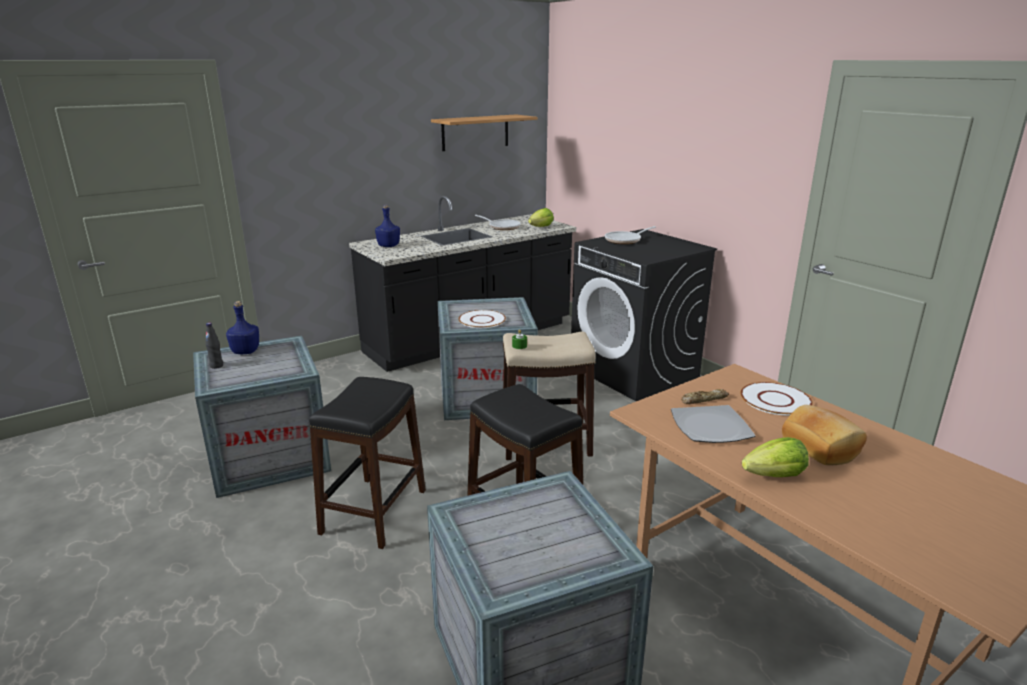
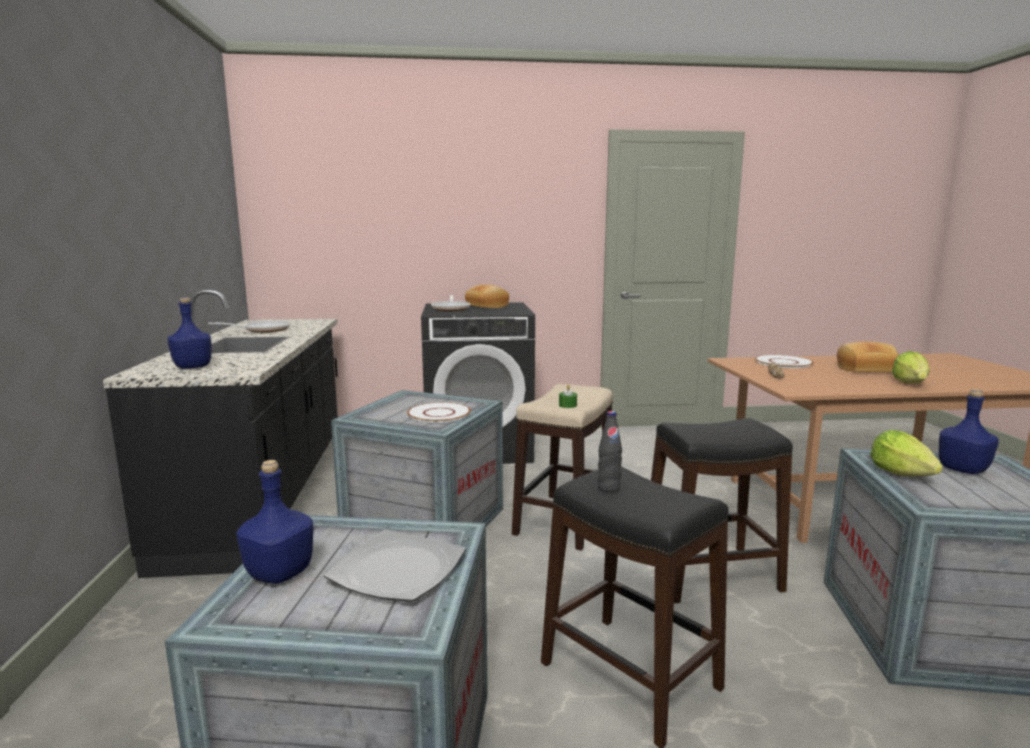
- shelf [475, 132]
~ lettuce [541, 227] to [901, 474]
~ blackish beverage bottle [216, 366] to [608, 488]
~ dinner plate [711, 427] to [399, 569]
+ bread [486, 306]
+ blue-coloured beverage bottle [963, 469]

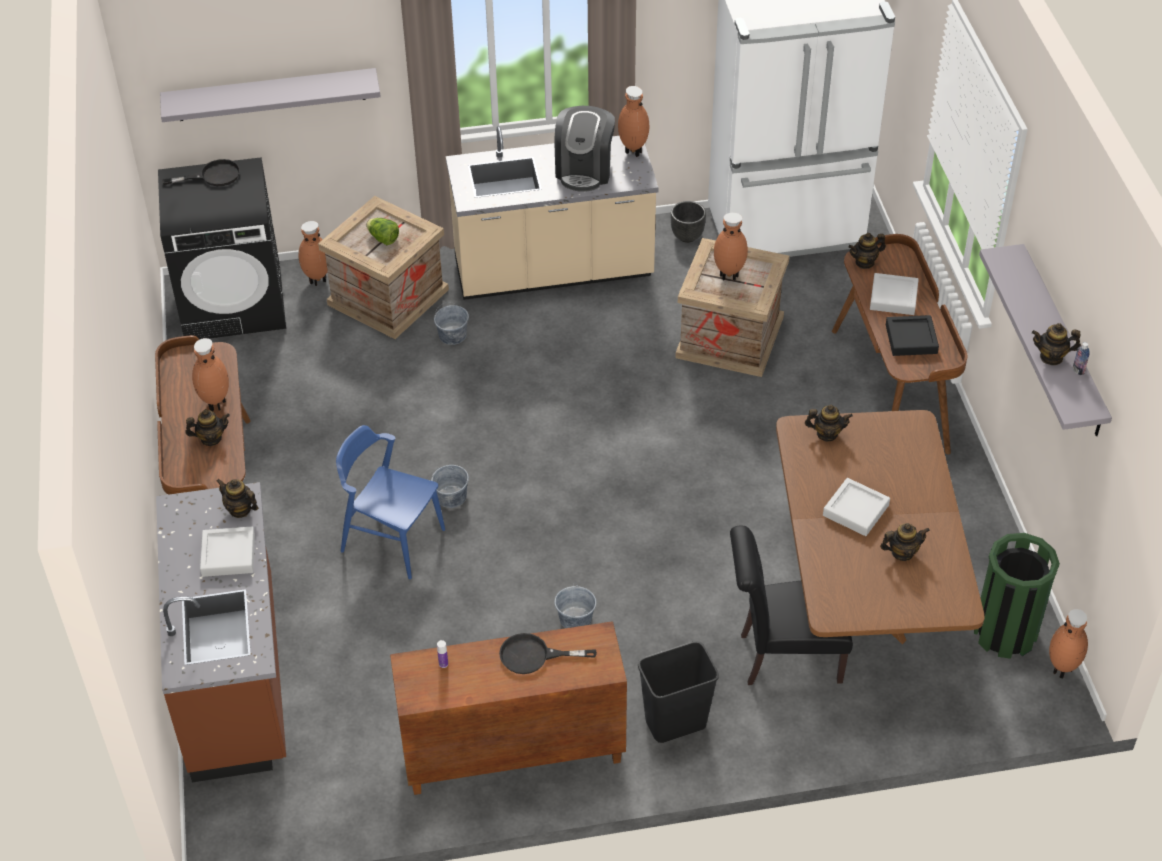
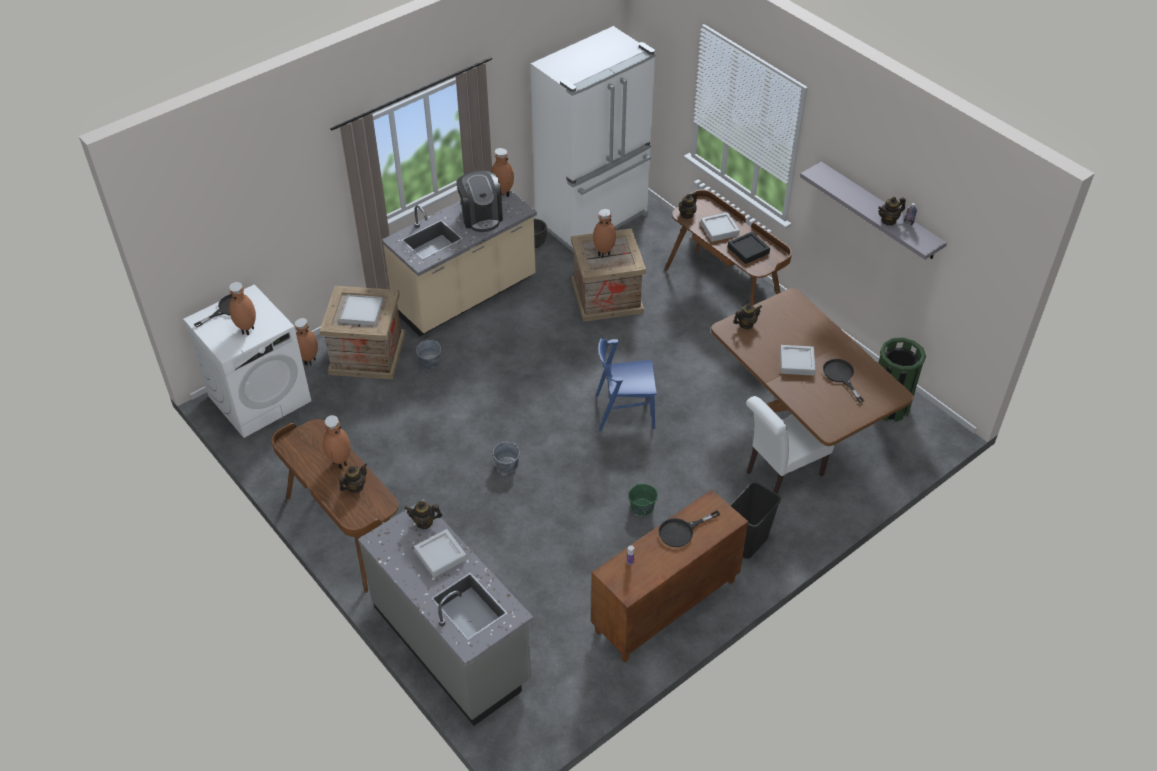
- gray shelf [271, 94]
~ blackish laundry machine [234, 302] to white laundry machine [260, 398]
~ lettuce [383, 239] to white carrying tray [362, 312]
~ blue-coloured chair [392, 540] to [624, 411]
~ brownish kitchen counter [237, 678] to gray kitchen counter [452, 644]
~ tea pot [902, 552] to blackish skillet [841, 376]
~ blackish chair [783, 657] to white chair [780, 475]
~ gray bucket [575, 619] to green bucket [642, 507]
~ brownish vase [1062, 670] to [248, 330]

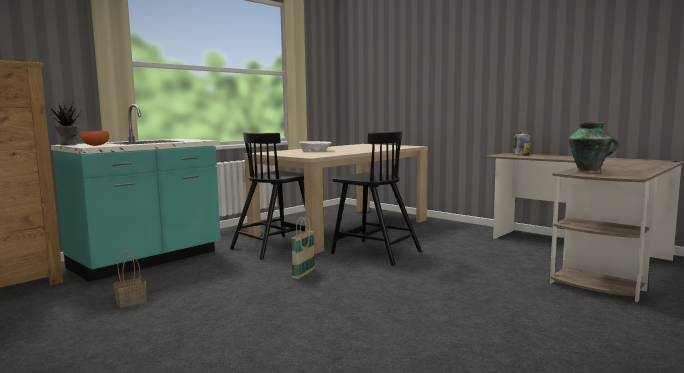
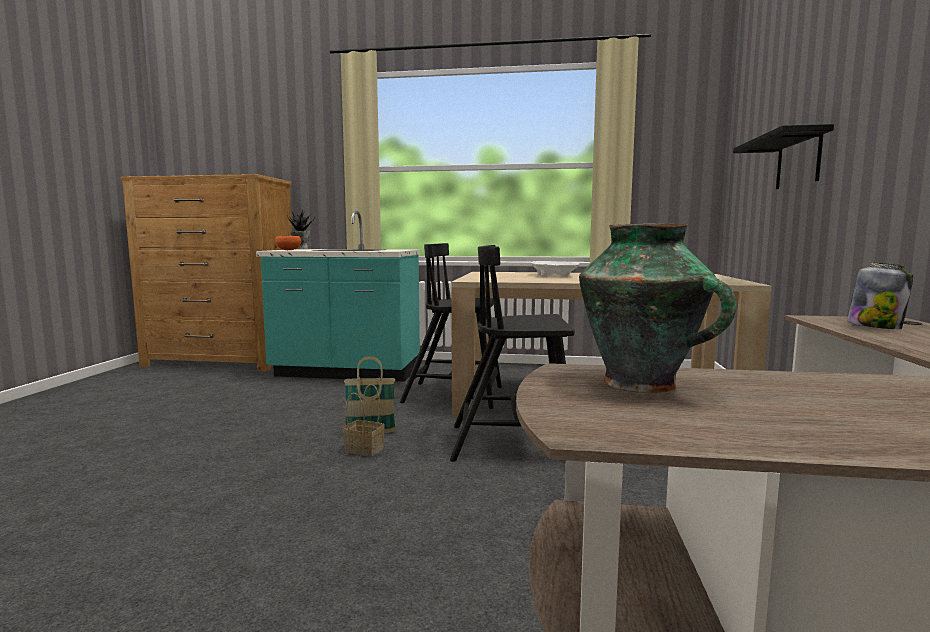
~ blackish chair [374, 252] = [514, 443] 90 degrees clockwise
~ storage basket [132, 301] to [365, 449]
+ blackish shelf [798, 161]

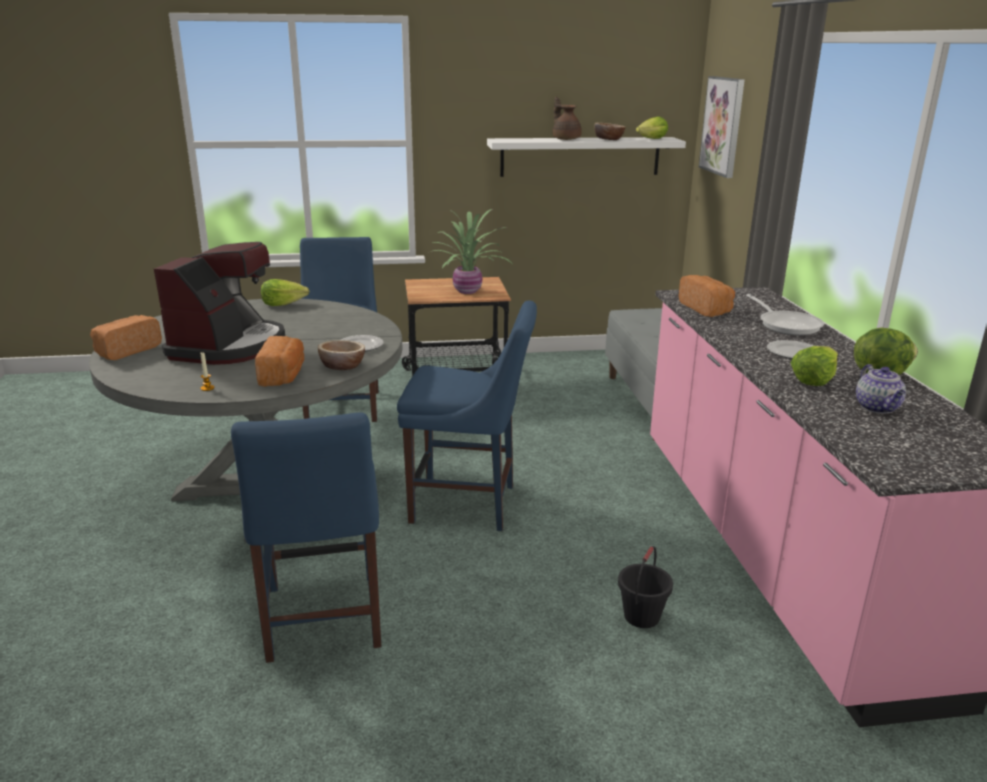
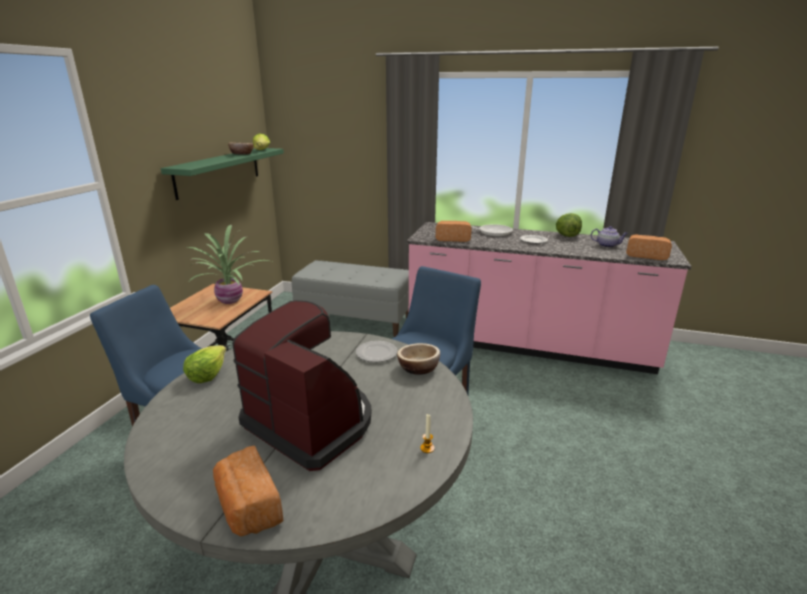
- wall art [723, 126]
- brownish tea pot [565, 139]
~ white shelf [580, 156] to green shelf [219, 171]
~ bread [283, 376] to [646, 255]
- lettuce [813, 379]
- blue-coloured chair [322, 621]
- blackish bucket [642, 616]

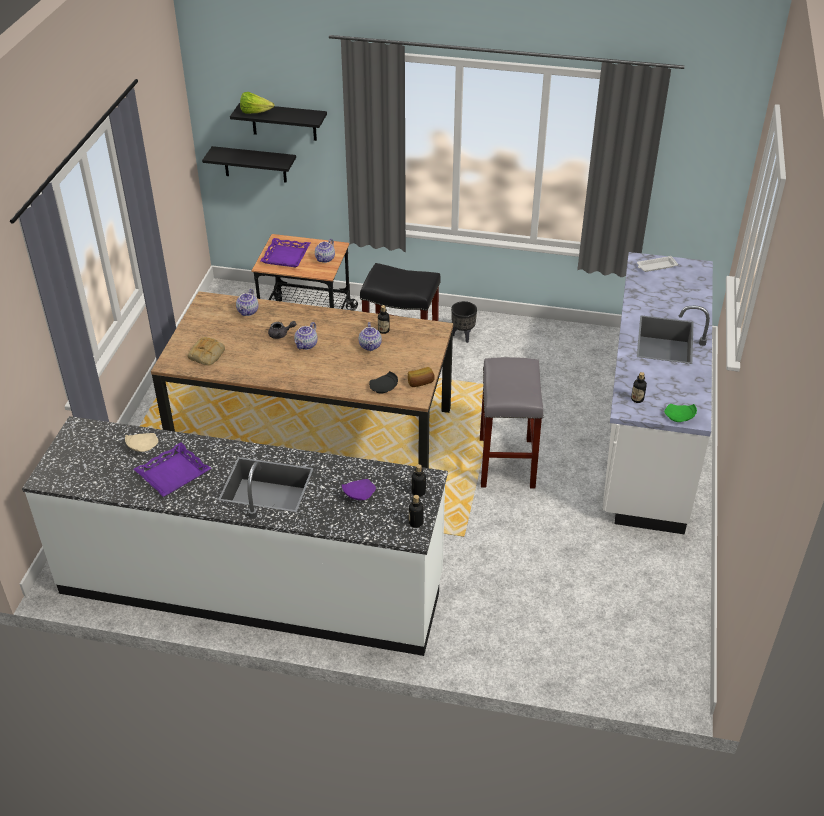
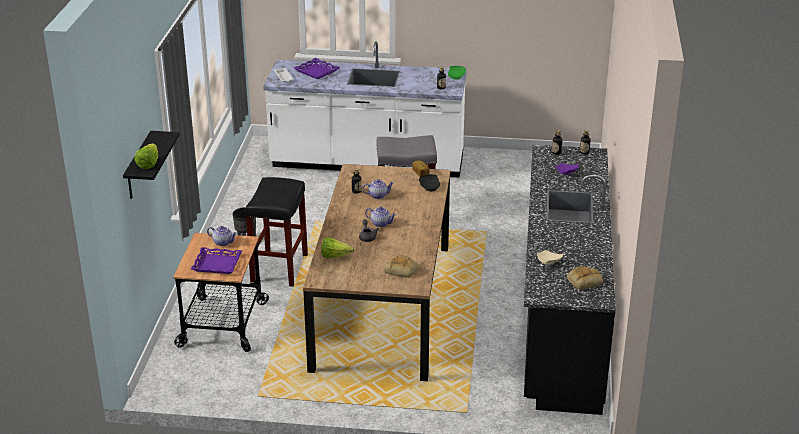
- blackish shelf [255, 164]
~ tea pot [248, 311] to lettuce [335, 256]
~ white kitchen counter [252, 585] to blackish kitchen counter [561, 318]
~ purple-coloured carrying tray [173, 473] to [316, 71]
+ bread [584, 281]

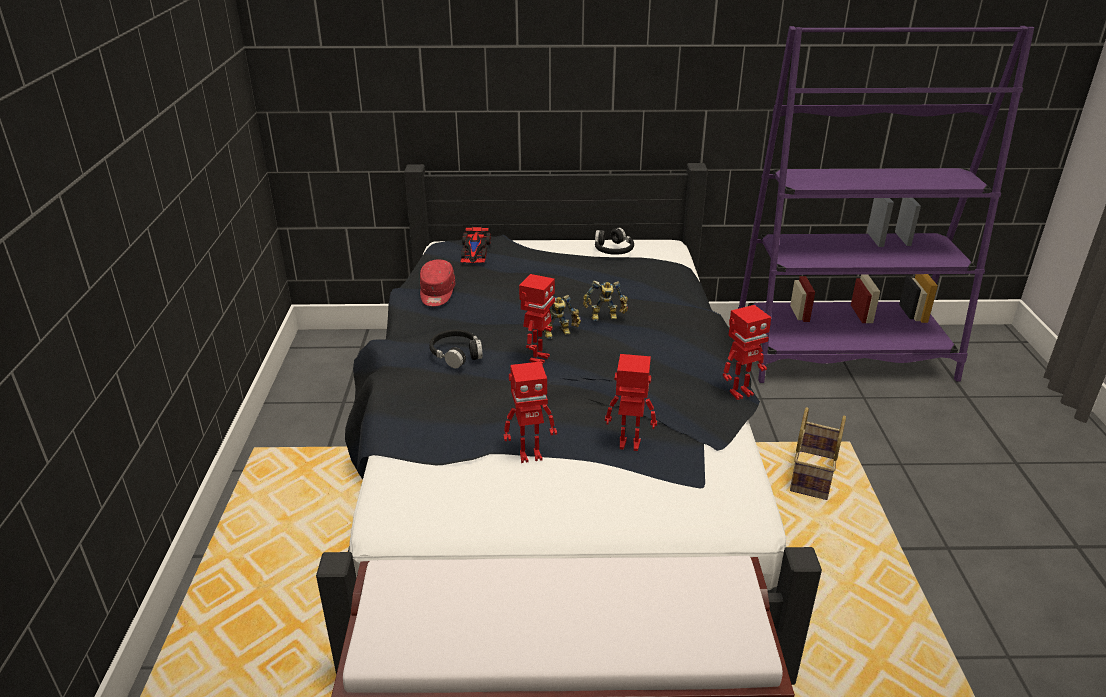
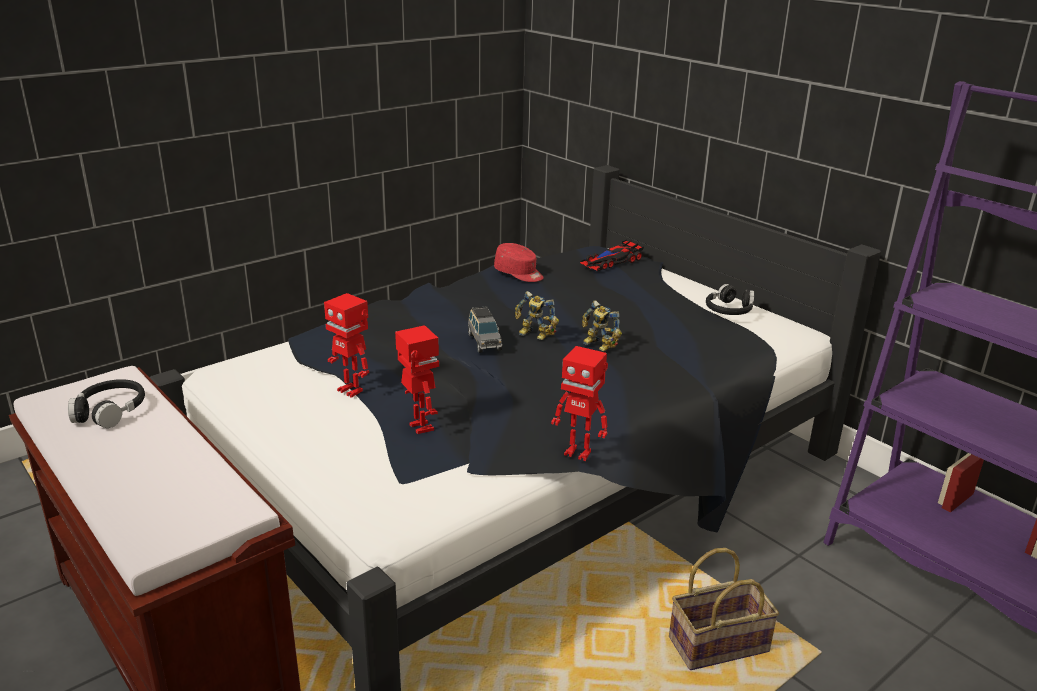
~ reddish peaked cap [437, 293] = [519, 273] 105 degrees counterclockwise
~ model robot [538, 358] to gray toy car [484, 342]
~ blackish headset [456, 354] to [110, 411]

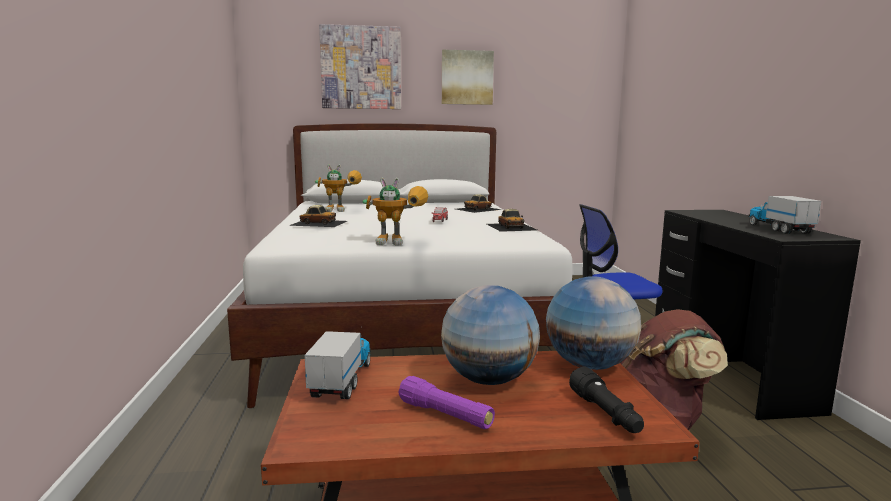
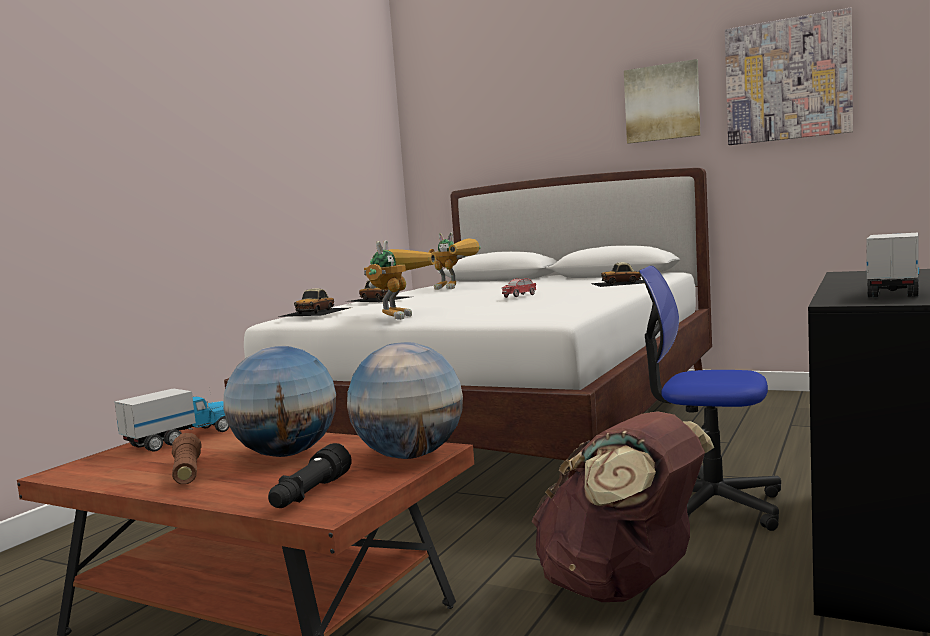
~ wall art [361, 68] to [787, 80]
~ model robot [401, 242] = [397, 316] 105 degrees counterclockwise
~ toy car [511, 226] to [316, 312]
~ purple-coloured flashlight [445, 415] to brownish flashlight [187, 472]

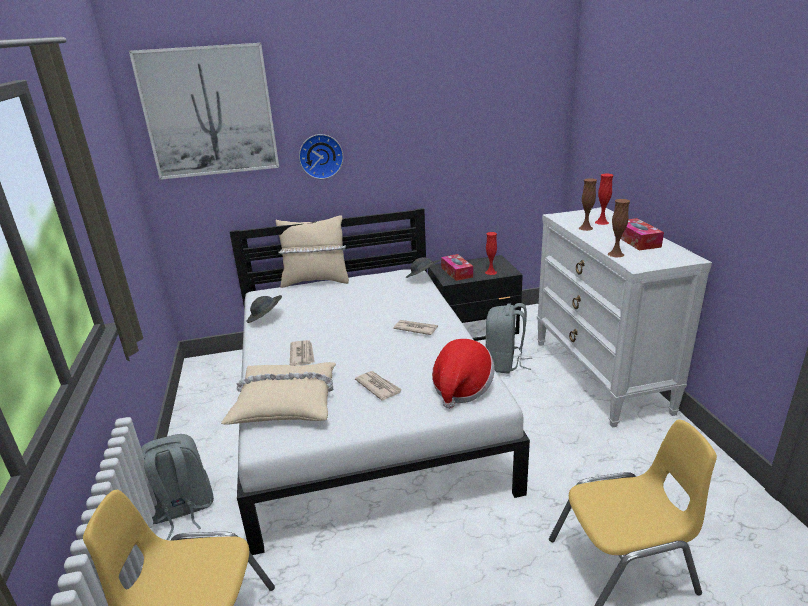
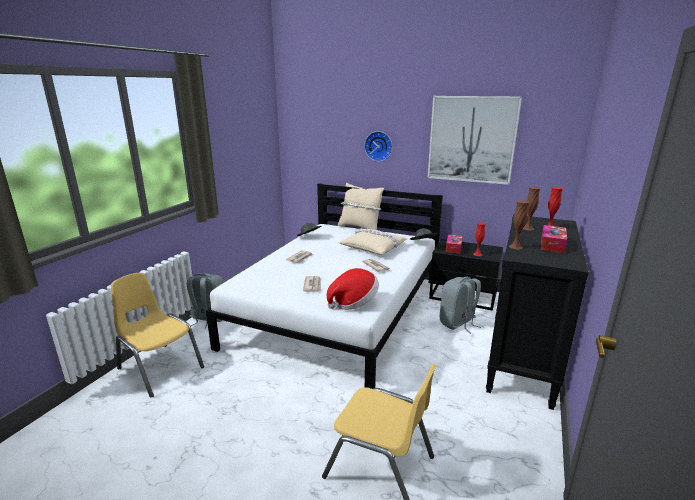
~ wall art [209, 112] to [471, 139]
~ white dresser [601, 375] to blackish dresser [522, 359]
~ beige-coloured throw pillow [285, 402] to [373, 247]

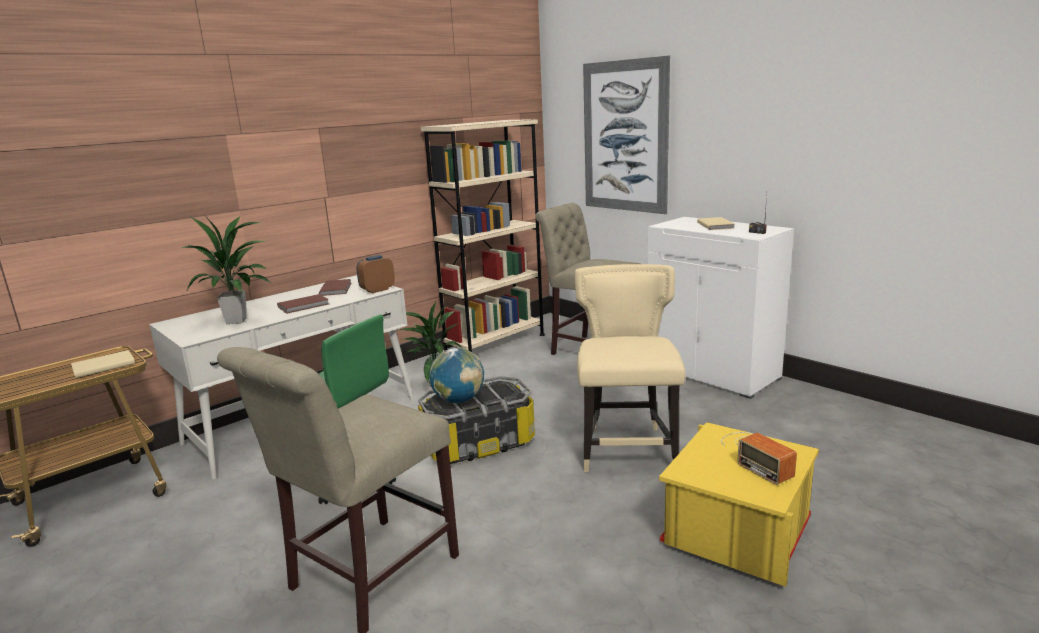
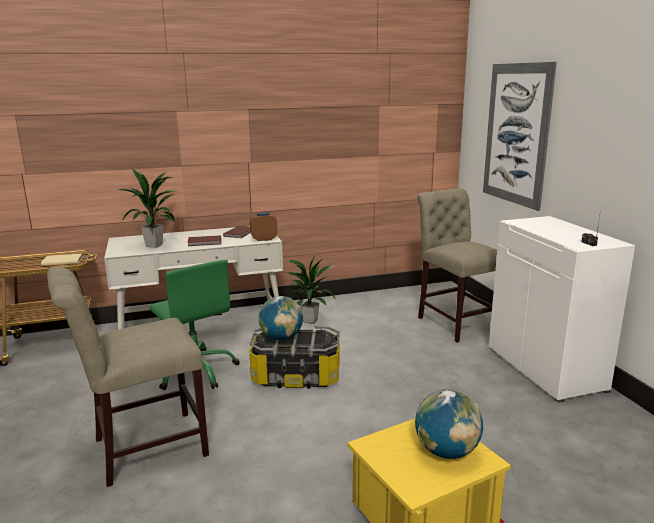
- beige-coloured bookcase [495, 343]
- beige-coloured book [716, 225]
- beige-coloured chair [627, 448]
~ radio set [756, 455] to globe [446, 452]

